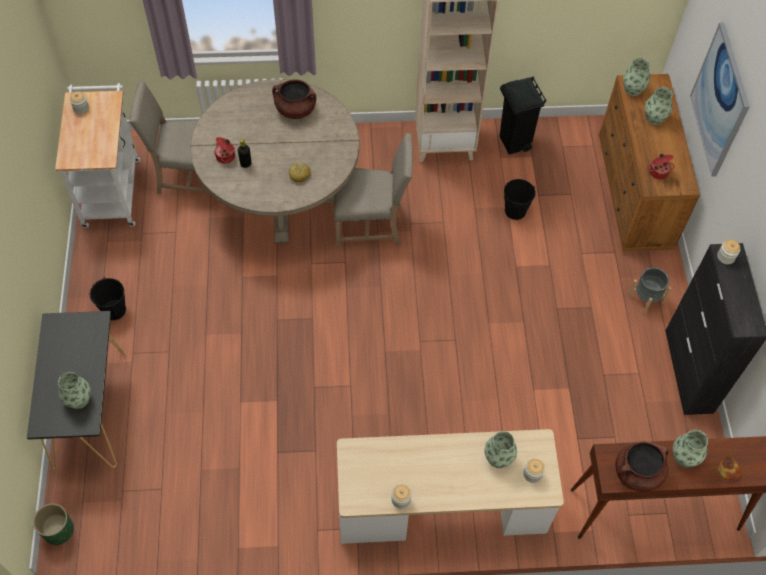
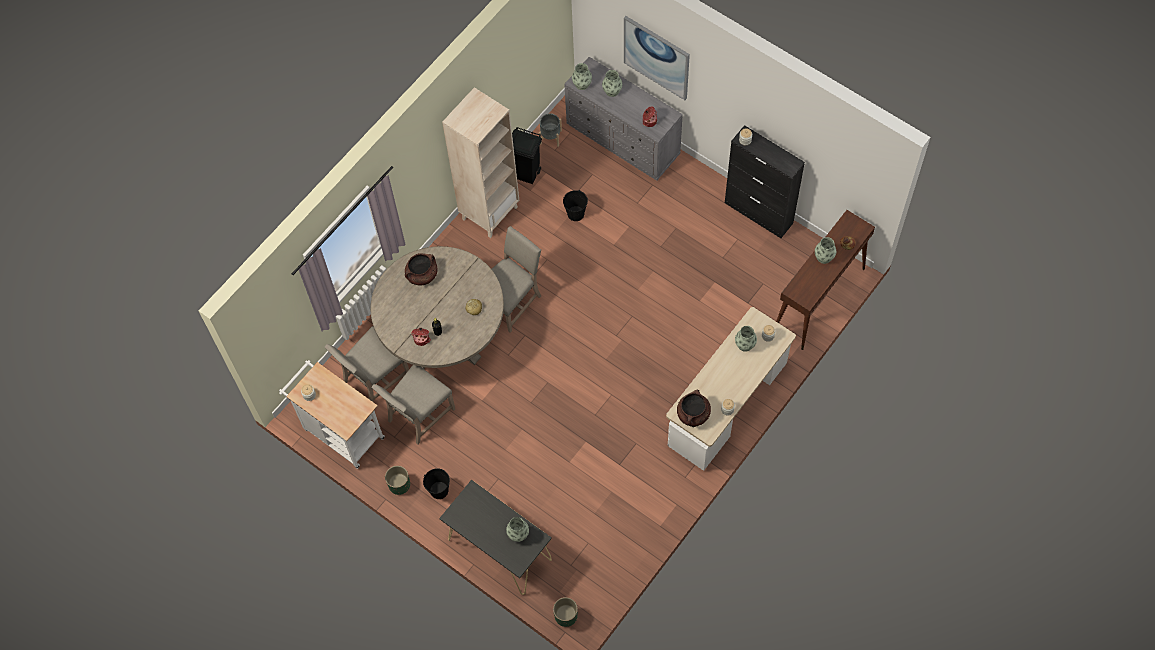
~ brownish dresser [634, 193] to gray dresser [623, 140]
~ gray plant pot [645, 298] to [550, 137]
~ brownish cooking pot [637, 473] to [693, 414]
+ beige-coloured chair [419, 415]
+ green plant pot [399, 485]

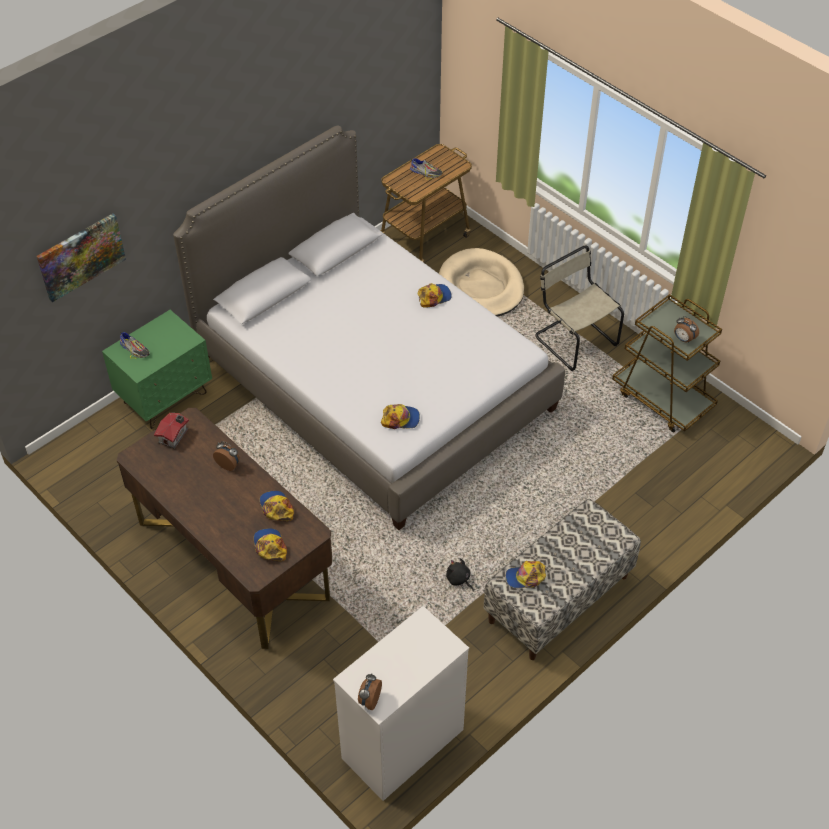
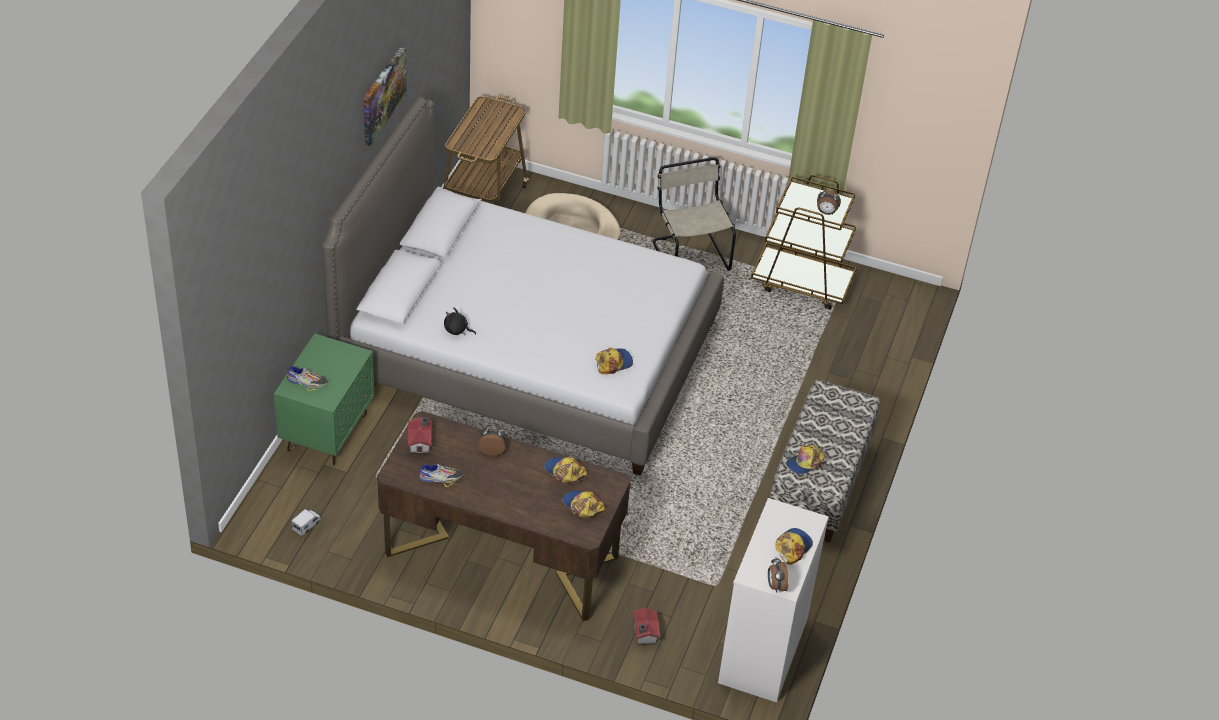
~ low shoe [426, 172] to [441, 477]
~ wall art [81, 256] to [383, 95]
~ beige-coloured chair [573, 339] = [689, 254] 45 degrees clockwise
~ peaked cap [434, 297] to [792, 547]
~ blackish cuddly toy [459, 579] to [457, 330]
+ model truck [306, 525]
+ model house [644, 634]

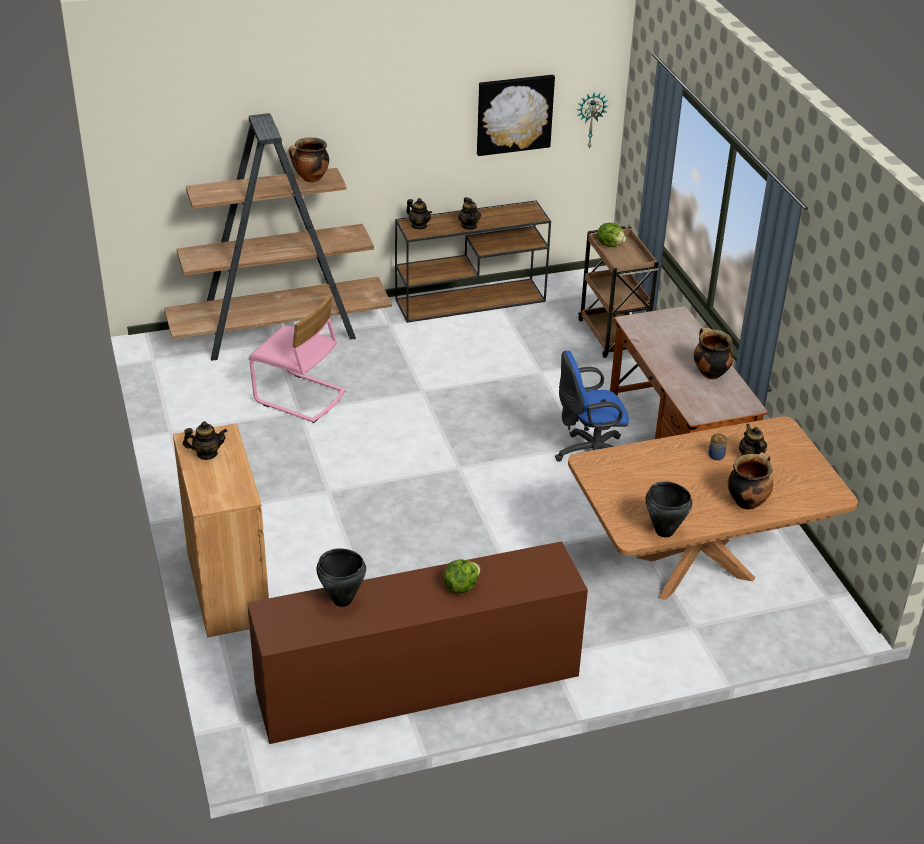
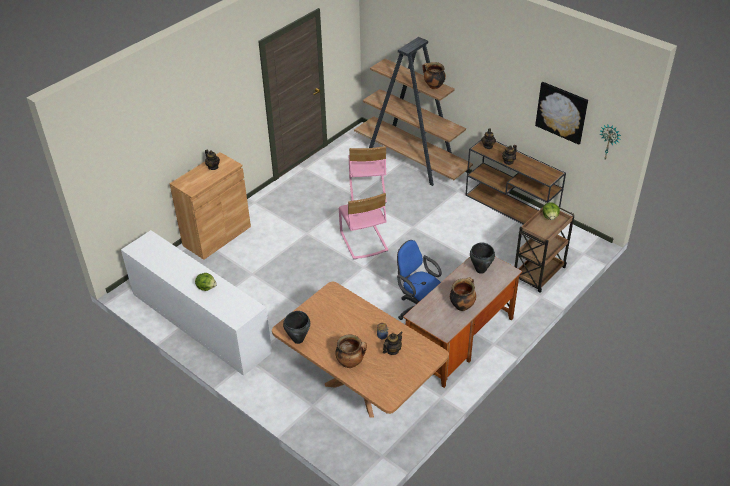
~ brownish dresser [418, 683] to white dresser [200, 322]
~ blackish cooking pot [342, 600] to [480, 270]
+ pink-coloured chair [363, 241]

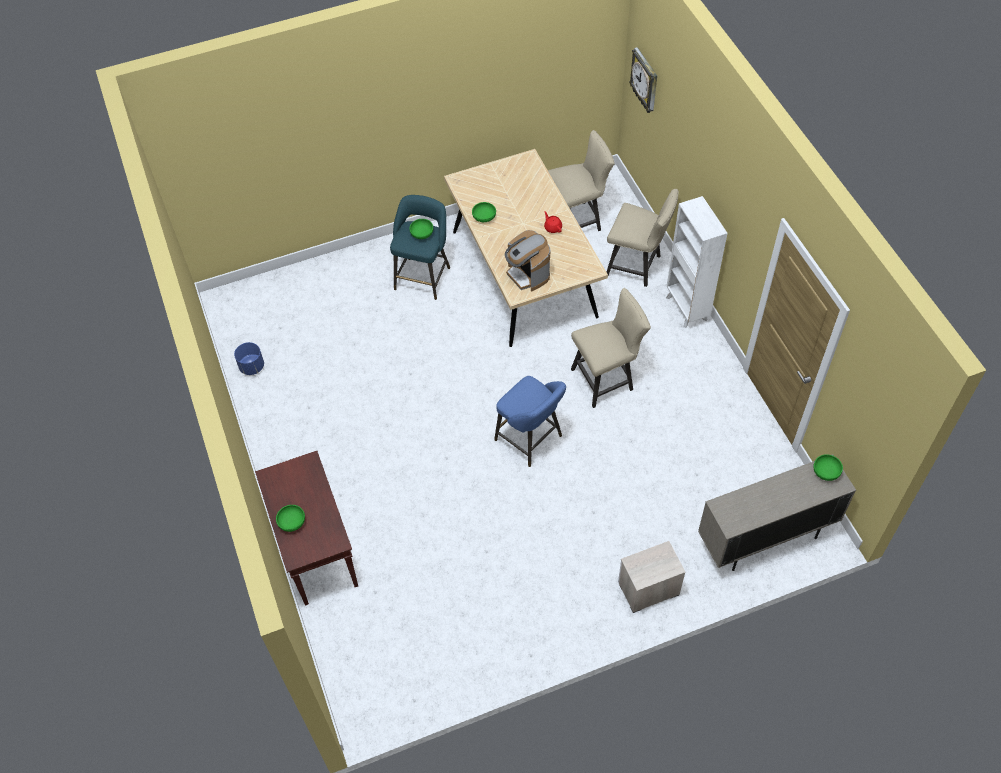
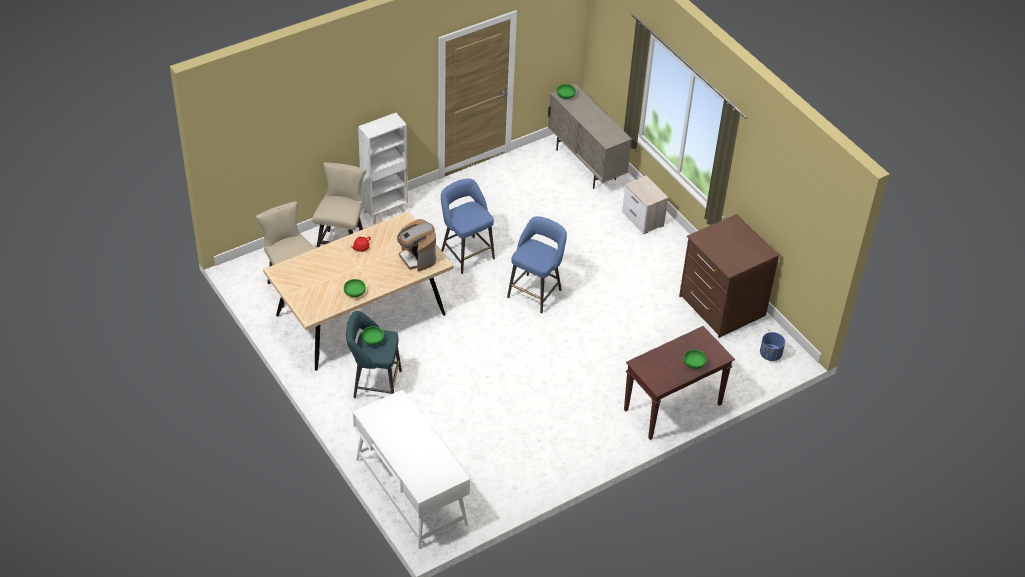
- clock on the wall [645, 81]
~ coffee machine [527, 274] = [417, 258] 105 degrees clockwise
~ beige-coloured chair [606, 379] to blue-coloured stool [466, 253]
~ blue-coloured plant pot [251, 367] to [770, 355]
+ brownish dresser [721, 306]
+ white desk table [411, 491]

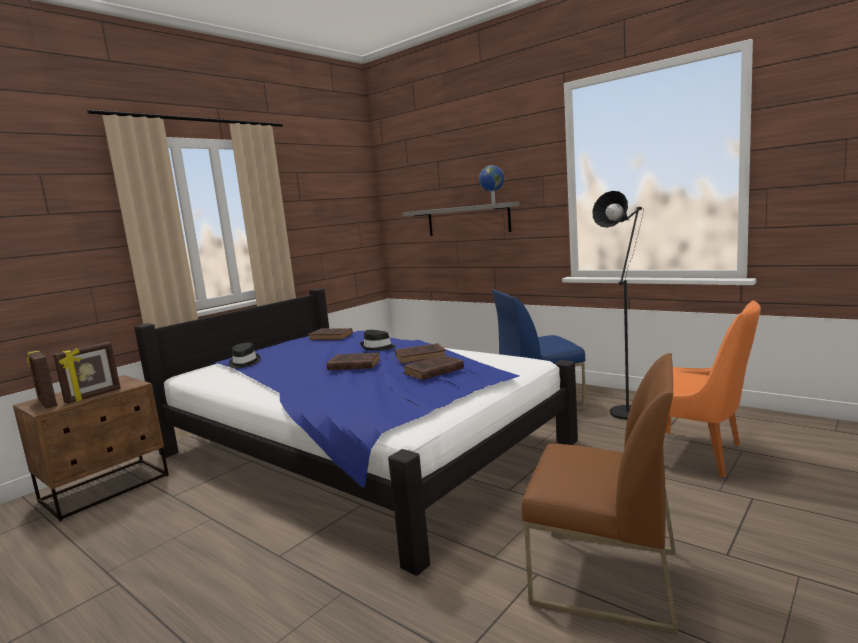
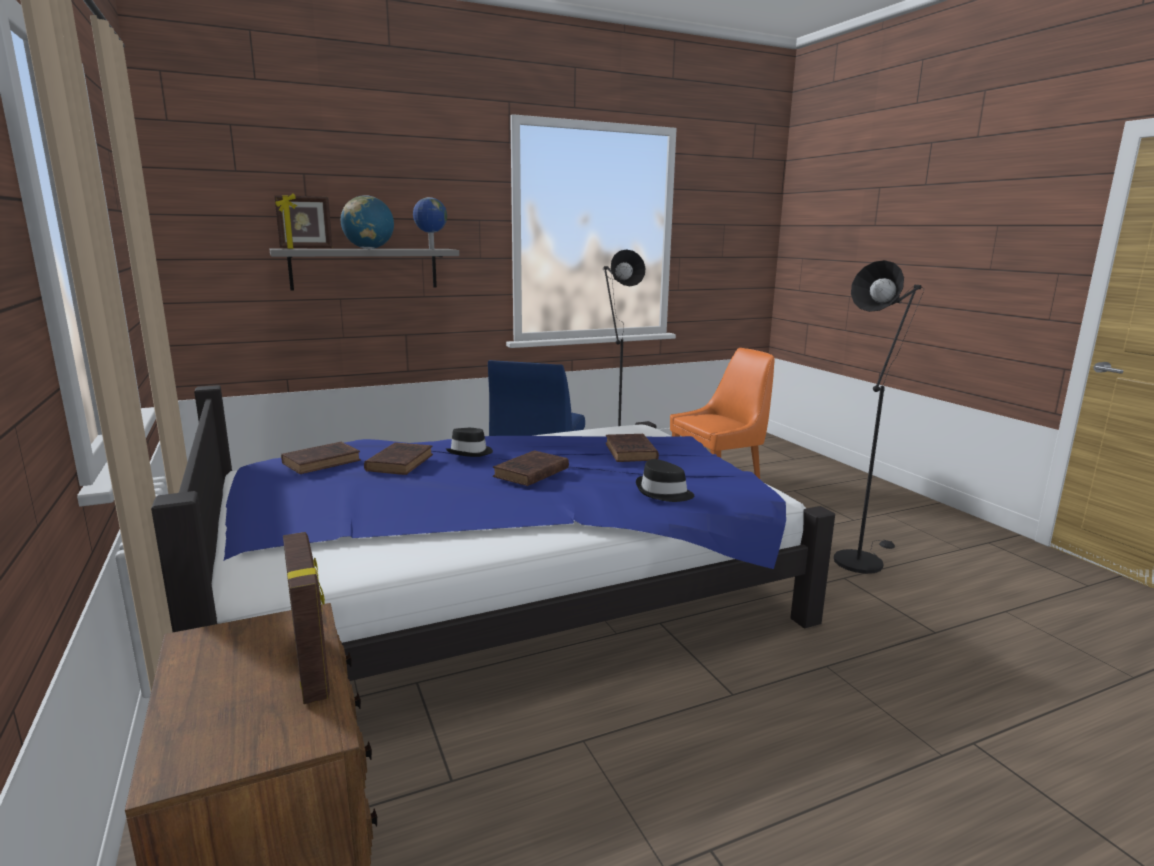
~ blackish hat [244, 363] to [663, 492]
~ brownish book [422, 356] to [400, 462]
~ photo frame [46, 403] to [306, 248]
~ brownish chair [604, 578] to blackish standard lamp [860, 559]
+ globe [369, 249]

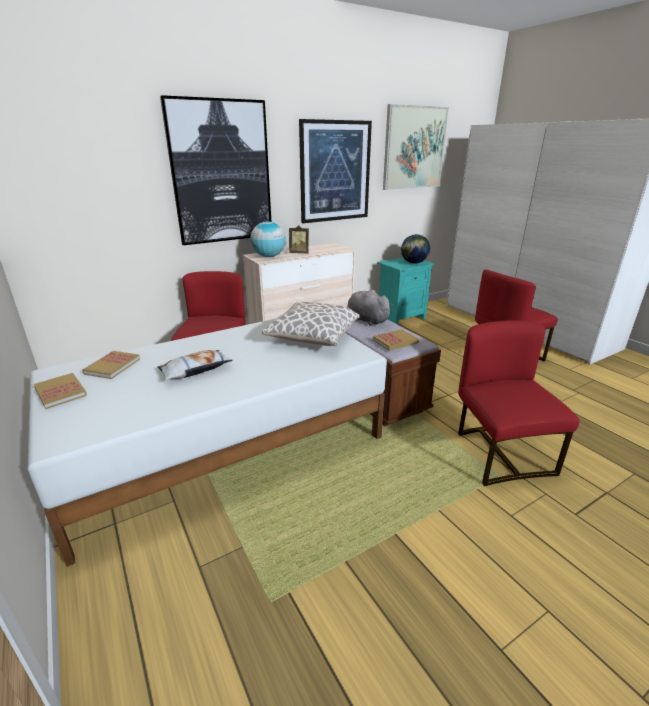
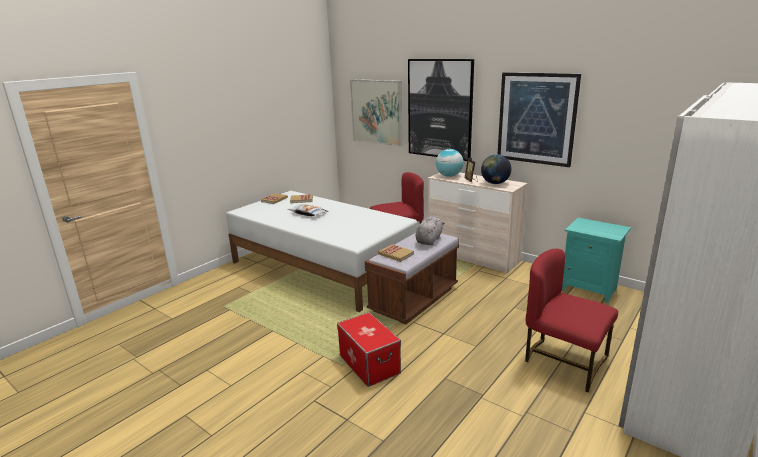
~ wall art [414, 148] to [376, 112]
~ globe [414, 263] to [495, 183]
- throw pillow [313, 338]
~ reddish chair [499, 453] to storage container [369, 364]

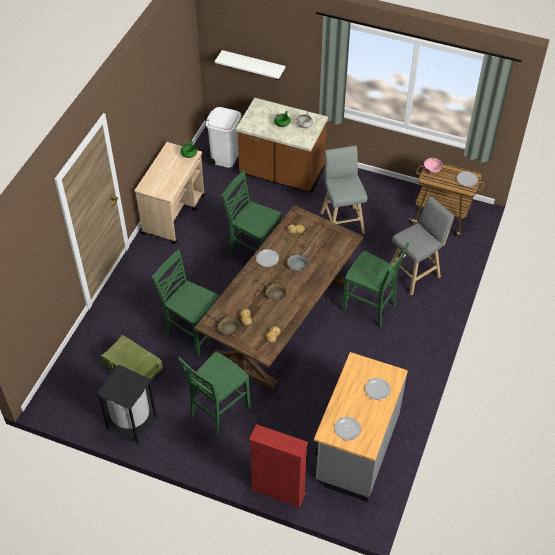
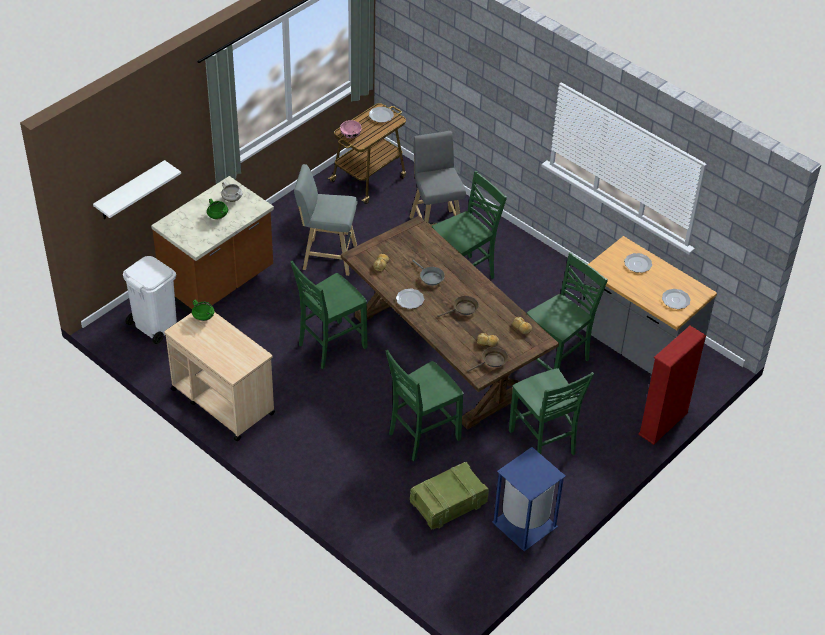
~ blackish trash can [131, 422] to blue-coloured trash can [524, 525]
+ green chair [557, 361]

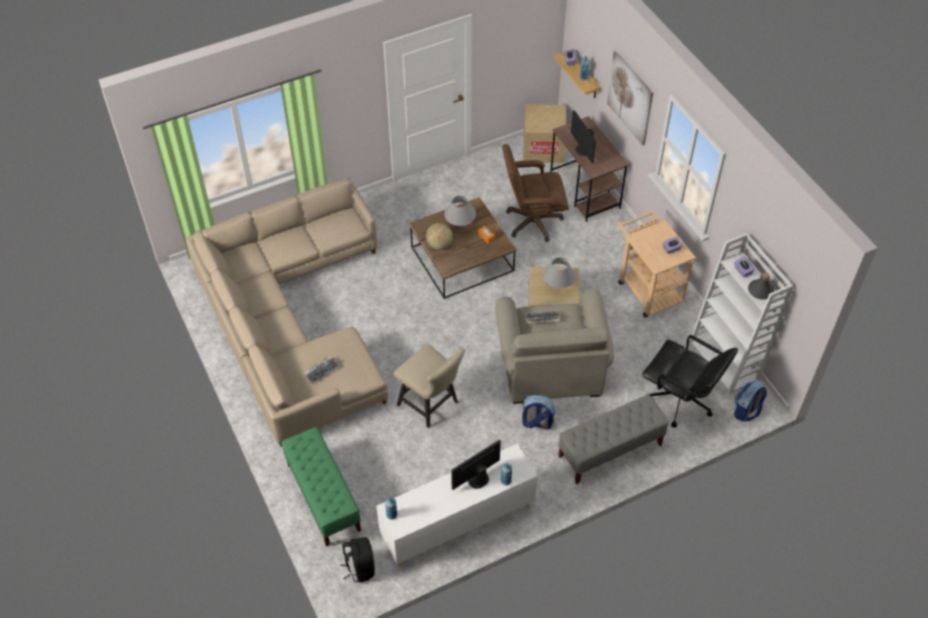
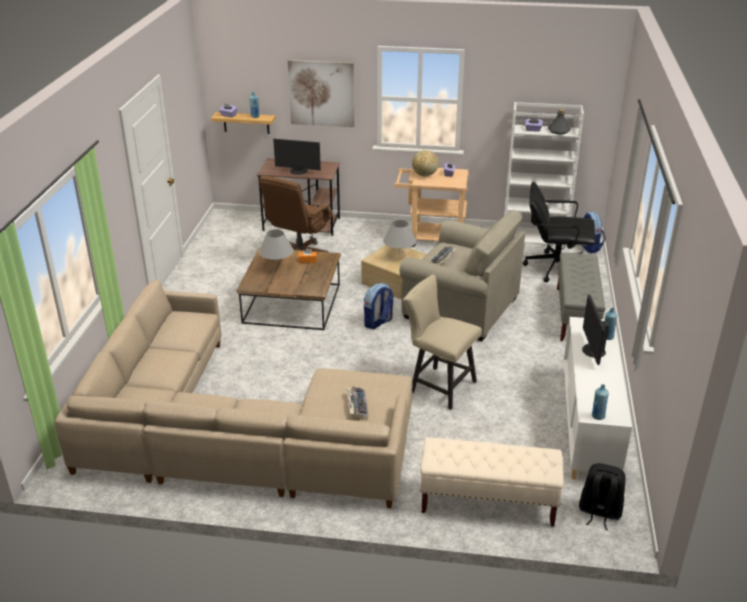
- cardboard box [543, 148]
~ globe [439, 245] to [424, 175]
~ blackish desk chair [680, 400] = [554, 267] 150 degrees counterclockwise
~ beige-coloured chair [431, 405] = [438, 385] 135 degrees counterclockwise
~ backpack [536, 422] to [378, 322]
~ green indoor bench [323, 497] to beige-coloured indoor bench [487, 502]

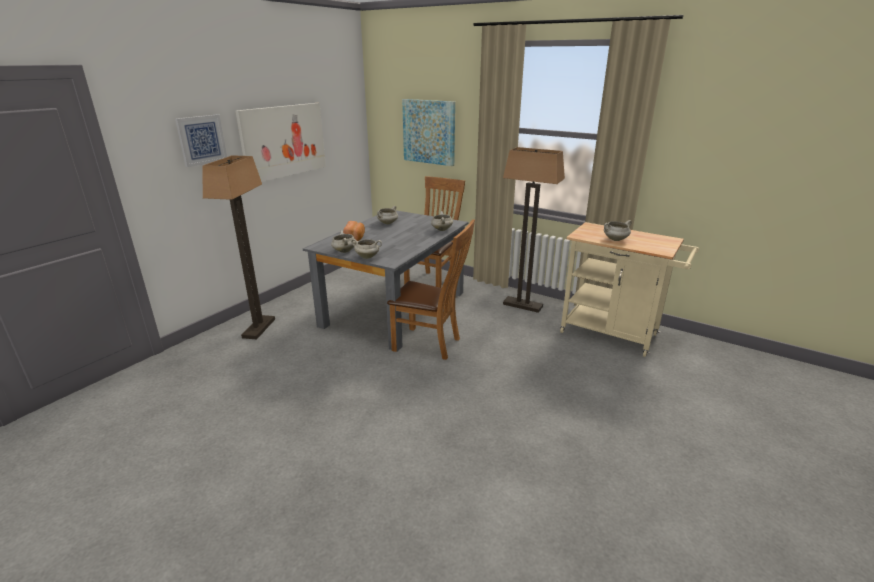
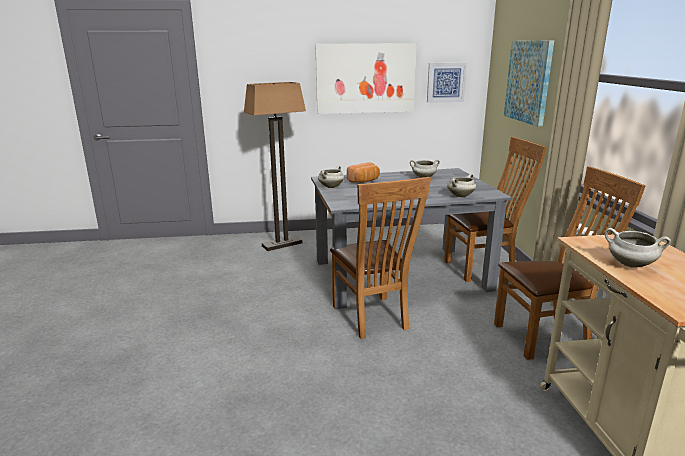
~ wall art [201, 140] to [446, 82]
~ standard lamp [523, 305] to brownish chair [547, 336]
- white cooking pot [367, 257]

